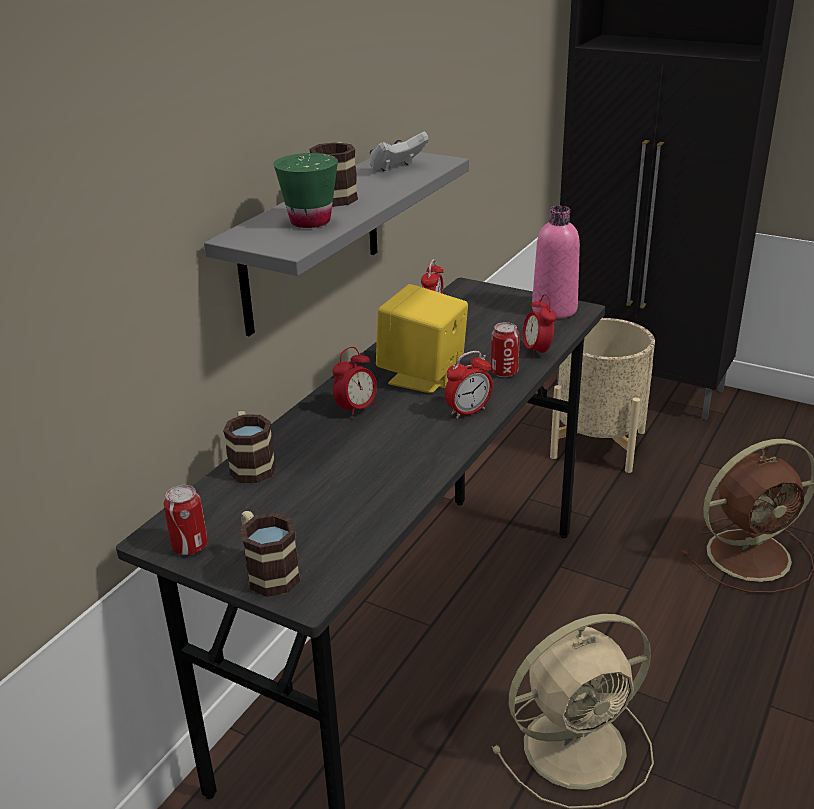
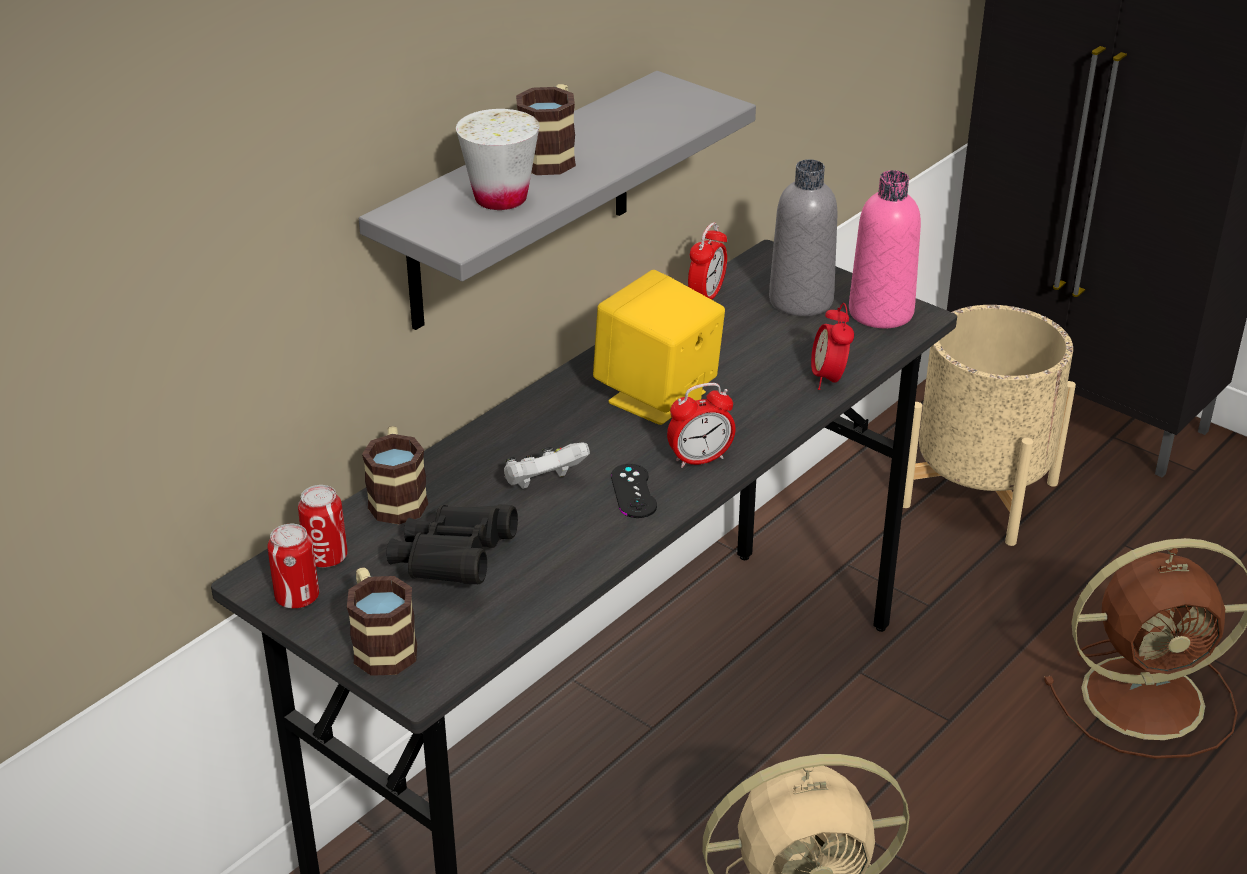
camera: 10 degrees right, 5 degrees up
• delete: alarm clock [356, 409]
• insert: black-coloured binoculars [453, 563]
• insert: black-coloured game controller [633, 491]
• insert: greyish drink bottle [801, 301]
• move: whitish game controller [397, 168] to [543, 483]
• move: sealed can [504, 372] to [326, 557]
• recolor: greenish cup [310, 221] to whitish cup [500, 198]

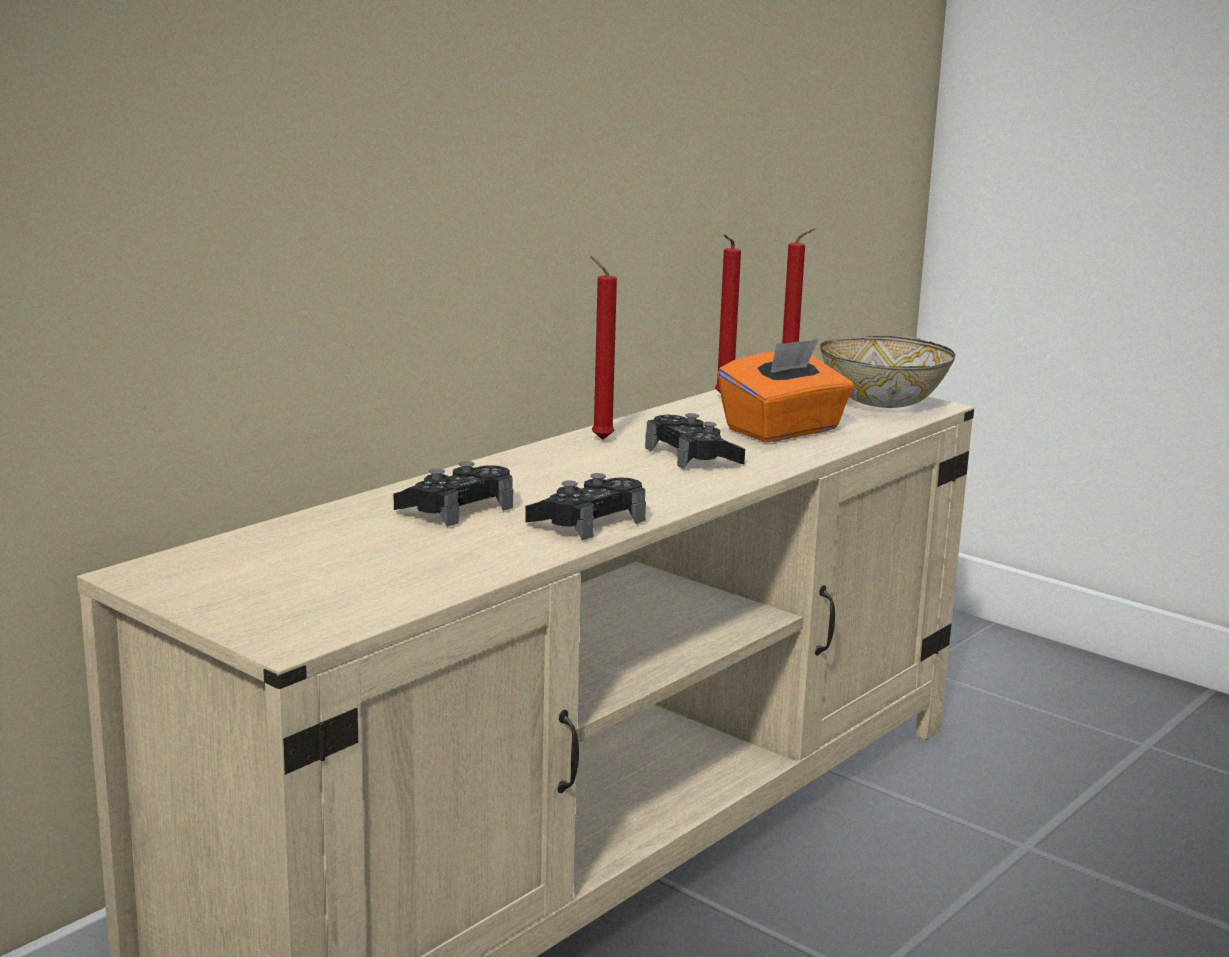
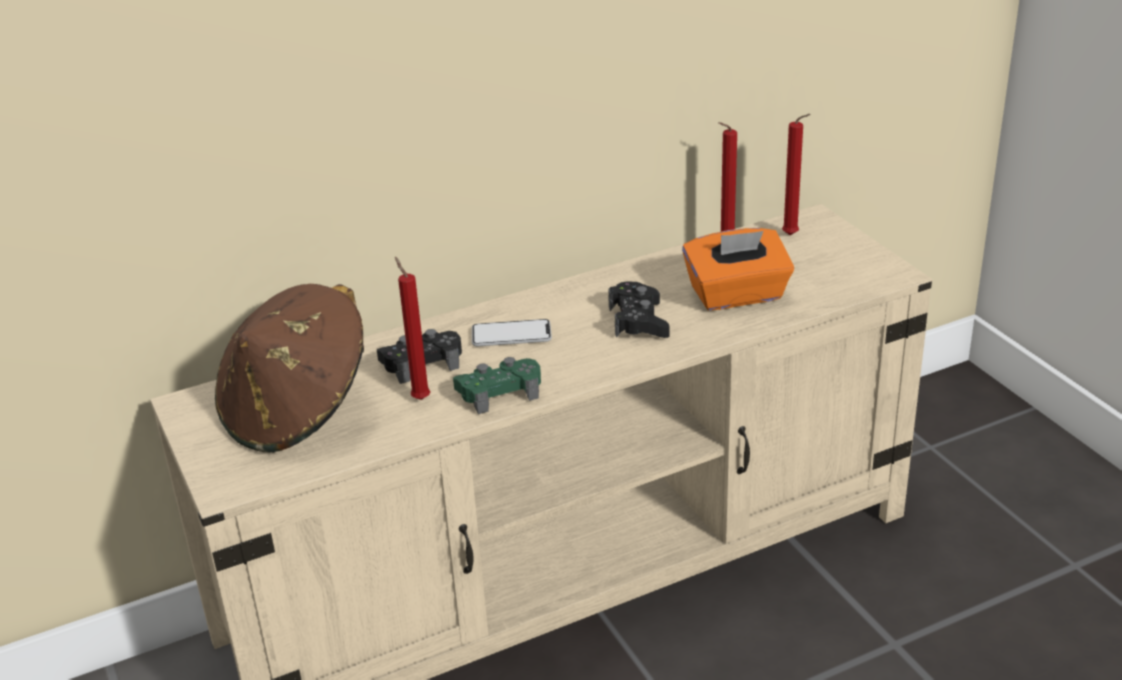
camera: 25 degrees right, 15 degrees up
• delete: bowl [884, 403]
• insert: brown-coloured hat [297, 411]
• insert: handset [511, 335]
• move: red-coloured candle [599, 439] to [419, 398]
• recolor: black-coloured game controller [588, 522] to greenish game controller [499, 392]

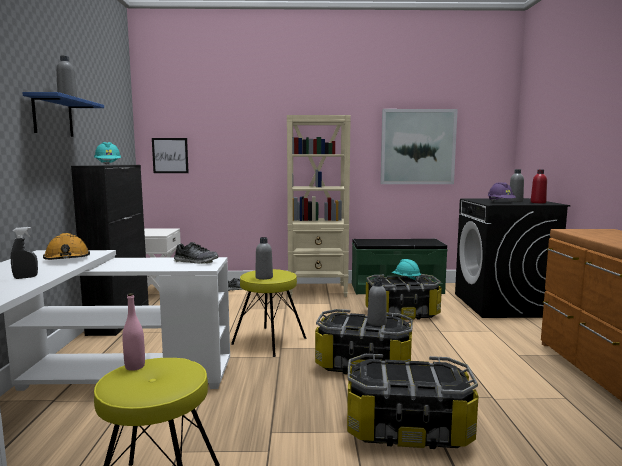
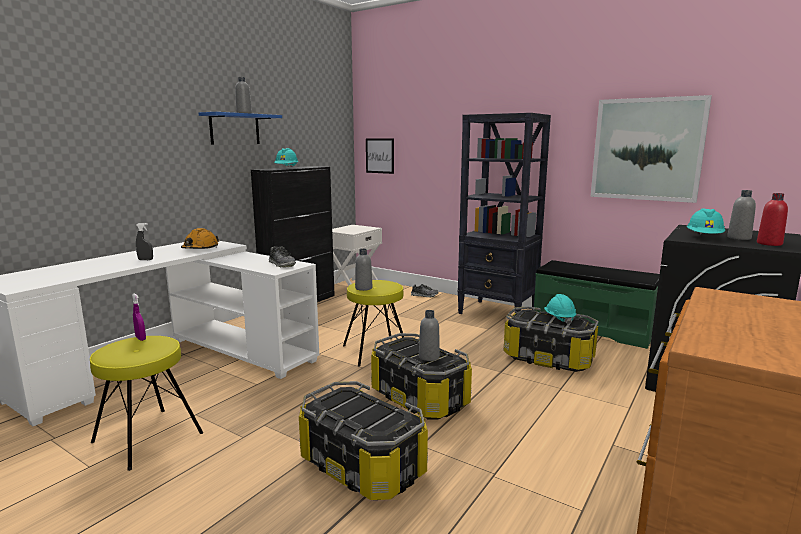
camera: 35 degrees right, 5 degrees up
• replace: pink-coloured drink bottle [135, 366] to purplish hand sprayer [140, 338]
• recolor: beige bookshelf [318, 290] to black-coloured bookshelf [498, 313]
• recolor: purplish hard hat [500, 202] to turquoise-coloured hard hat [704, 237]

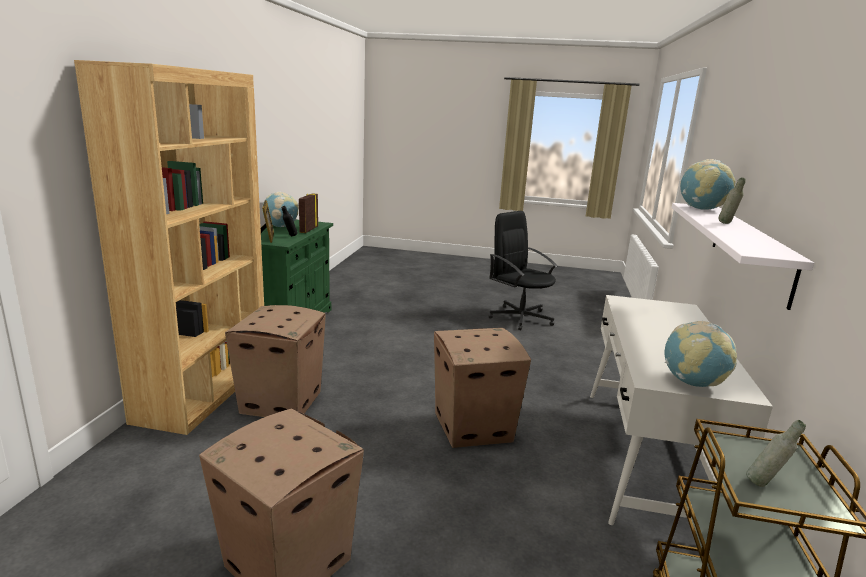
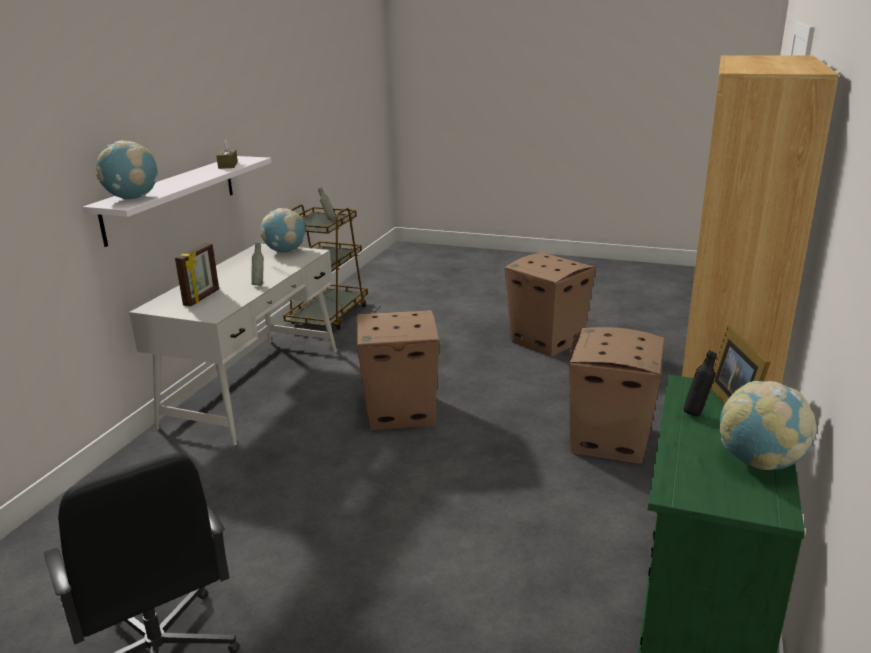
camera: 170 degrees left, 5 degrees up
• insert: brown-coloured tissue holder [228, 165]
• move: picture frame [308, 230] to [202, 298]
• move: greyish drink bottle [727, 224] to [259, 284]

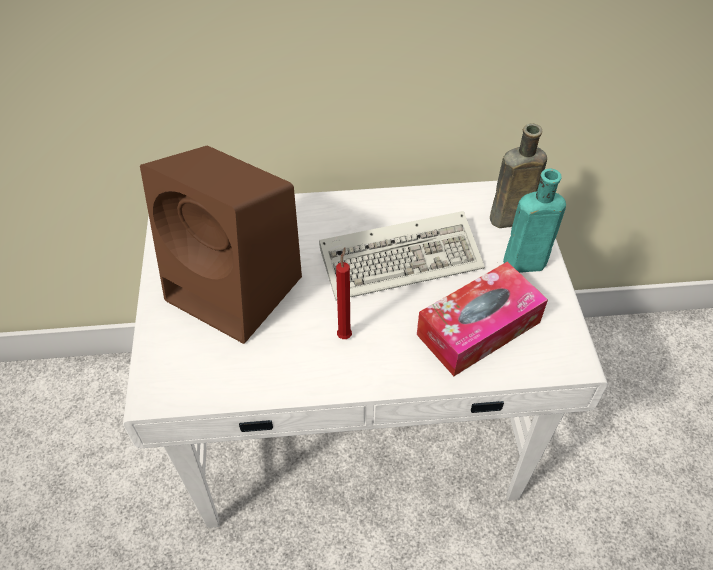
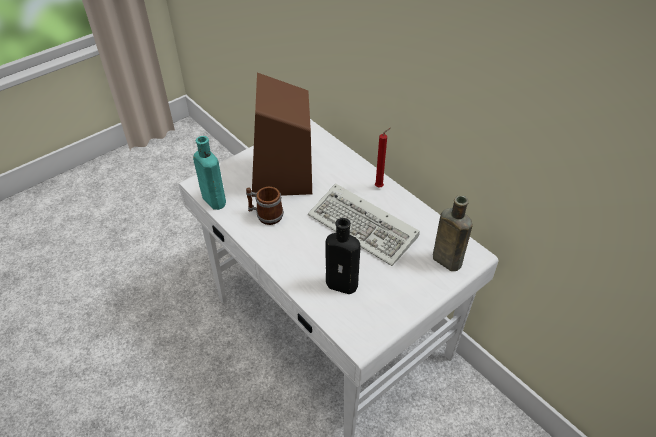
camera: 55 degrees right, 5 degrees down
• insert: mug [265, 215]
• move: red-coloured candle [345, 334] to [380, 186]
• move: turquoise-coloured drink bottle [521, 263] to [213, 199]
• replace: tissue holder [478, 328] to black-coloured drink bottle [344, 285]

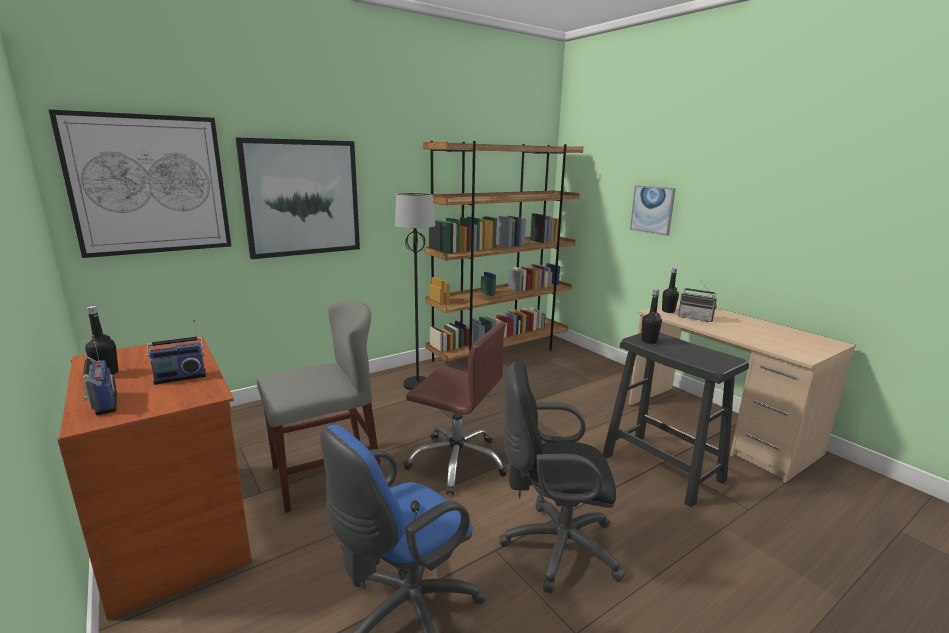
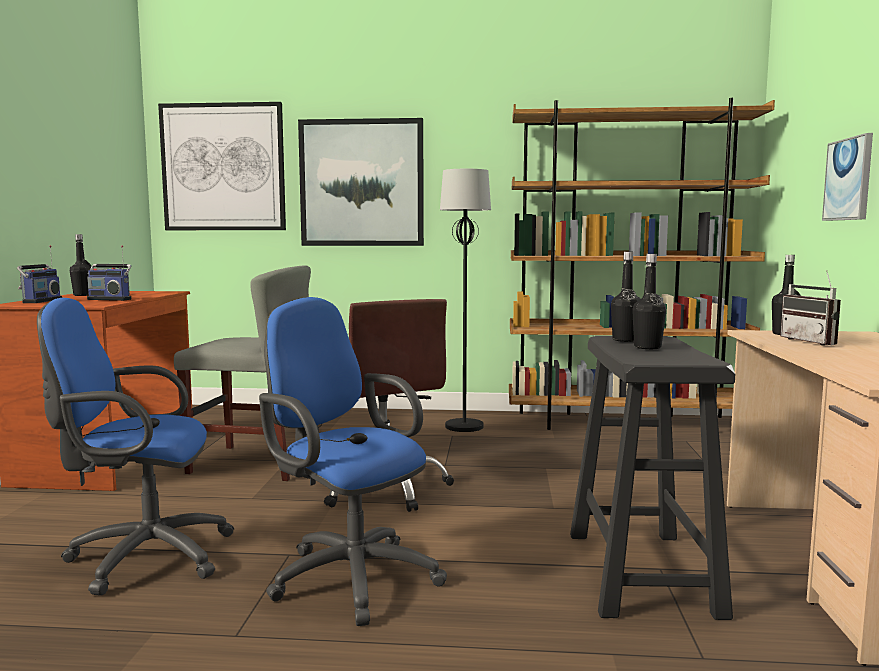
camera: 40 degrees right, 10 degrees down
• insert: black-coloured drink bottle [647, 347]
• recolor: black-coloured computer chair [554, 547] to bluish computer chair [348, 575]

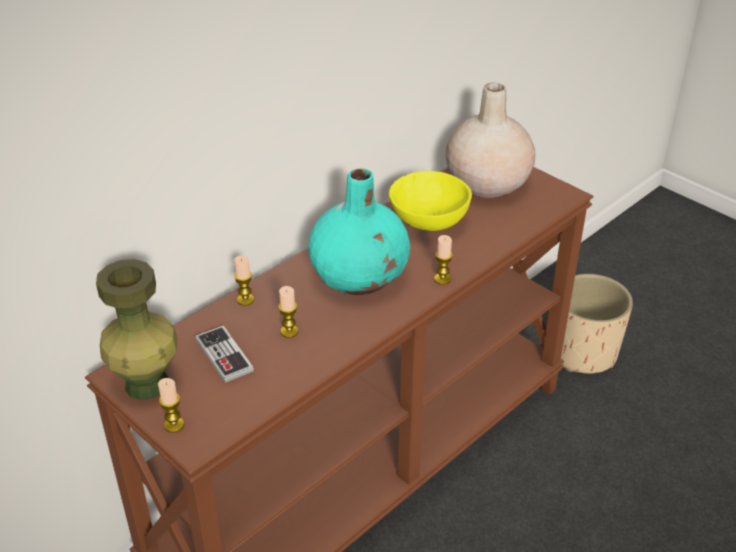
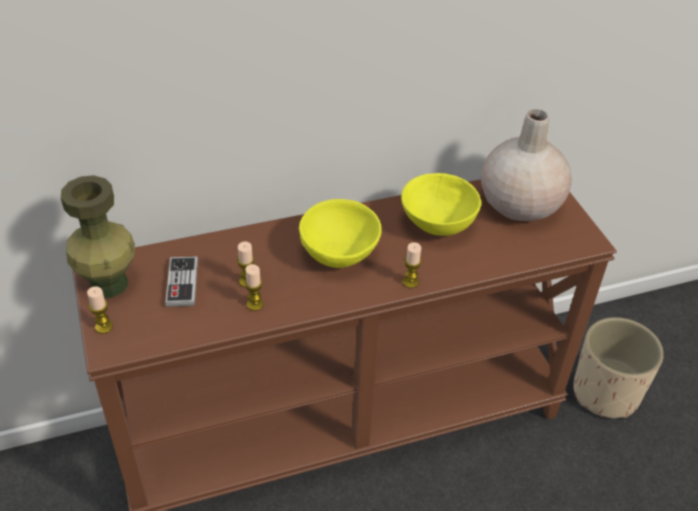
camera: 25 degrees right, 5 degrees up
• move: candle [245, 300] to [255, 304]
• replace: turquoise-coloured flower vase [360, 277] to yellow bowl [340, 254]

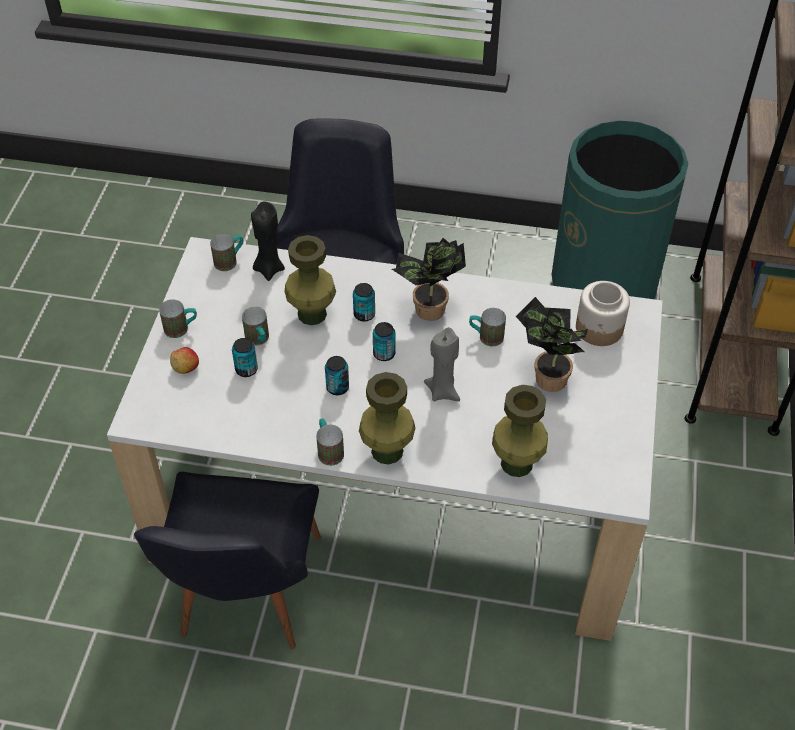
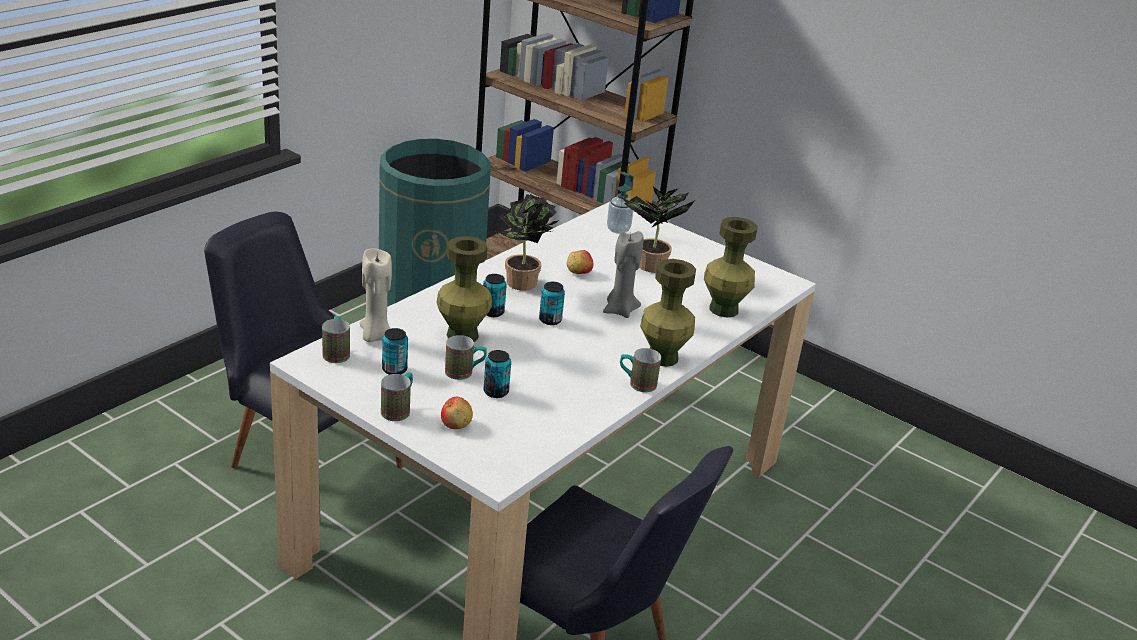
camera: 65 degrees left, 20 degrees down
• move: sealed can [337, 387] to [394, 369]
• replace: mug [486, 337] to apple [578, 272]
• replace: preserve jar [599, 329] to soap dispenser [618, 229]
• recolor: black-coloured candle [269, 269] to beige candle [375, 336]

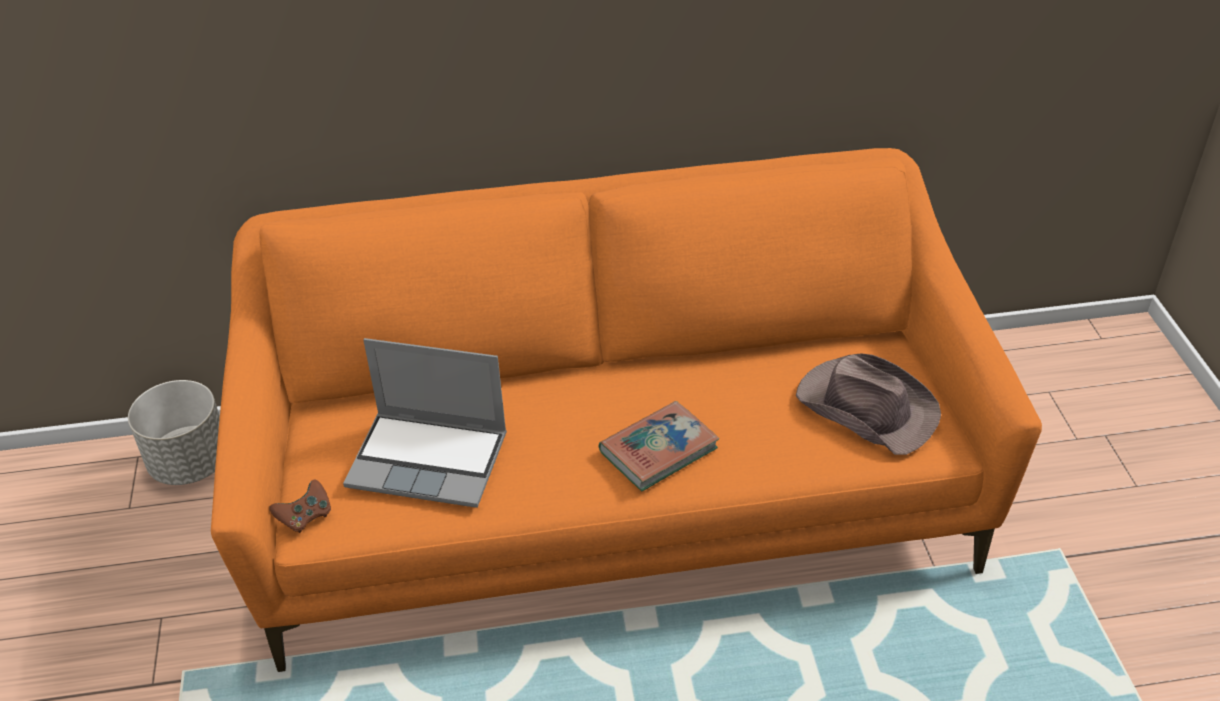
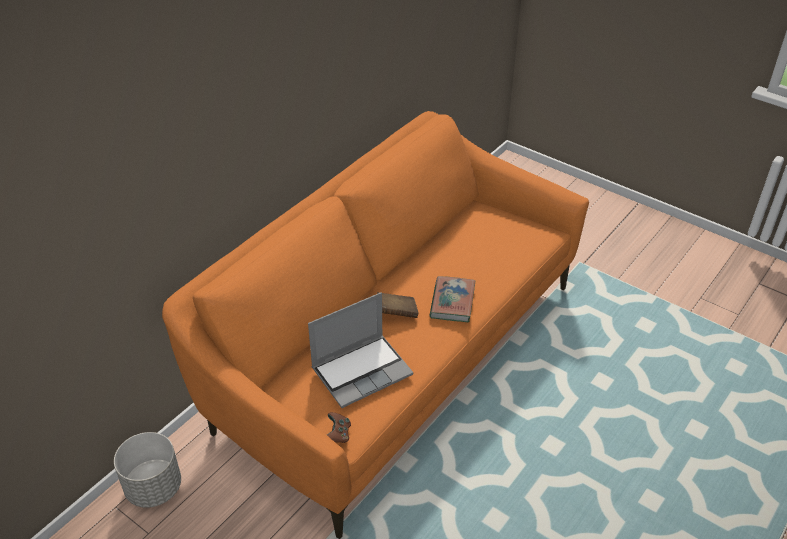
camera: 45 degrees left, 0 degrees up
• delete: brown-coloured hat [865, 406]
• insert: brown-coloured volume [396, 313]

